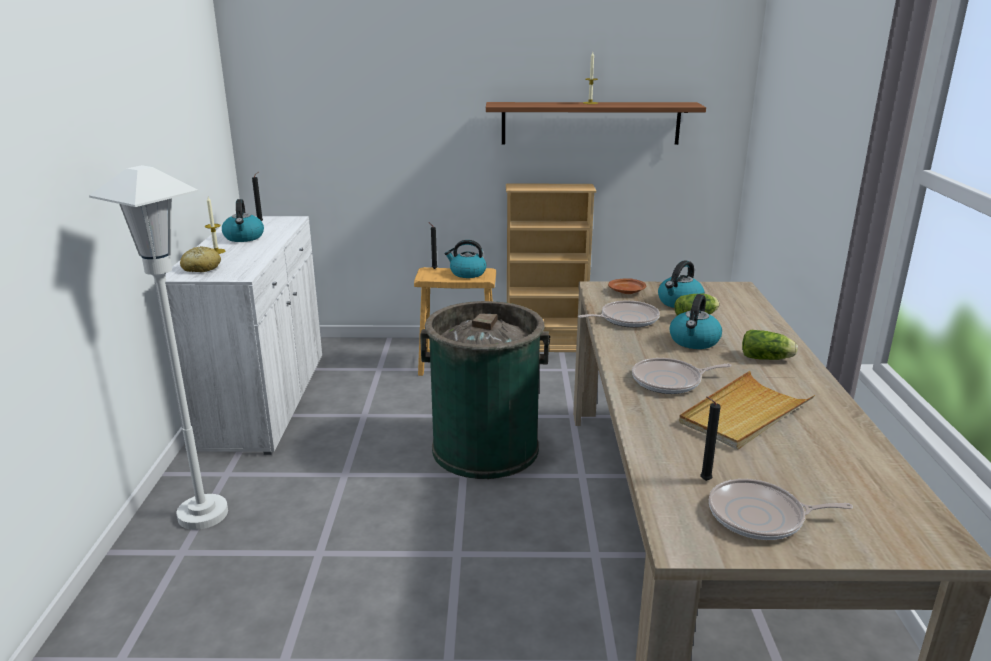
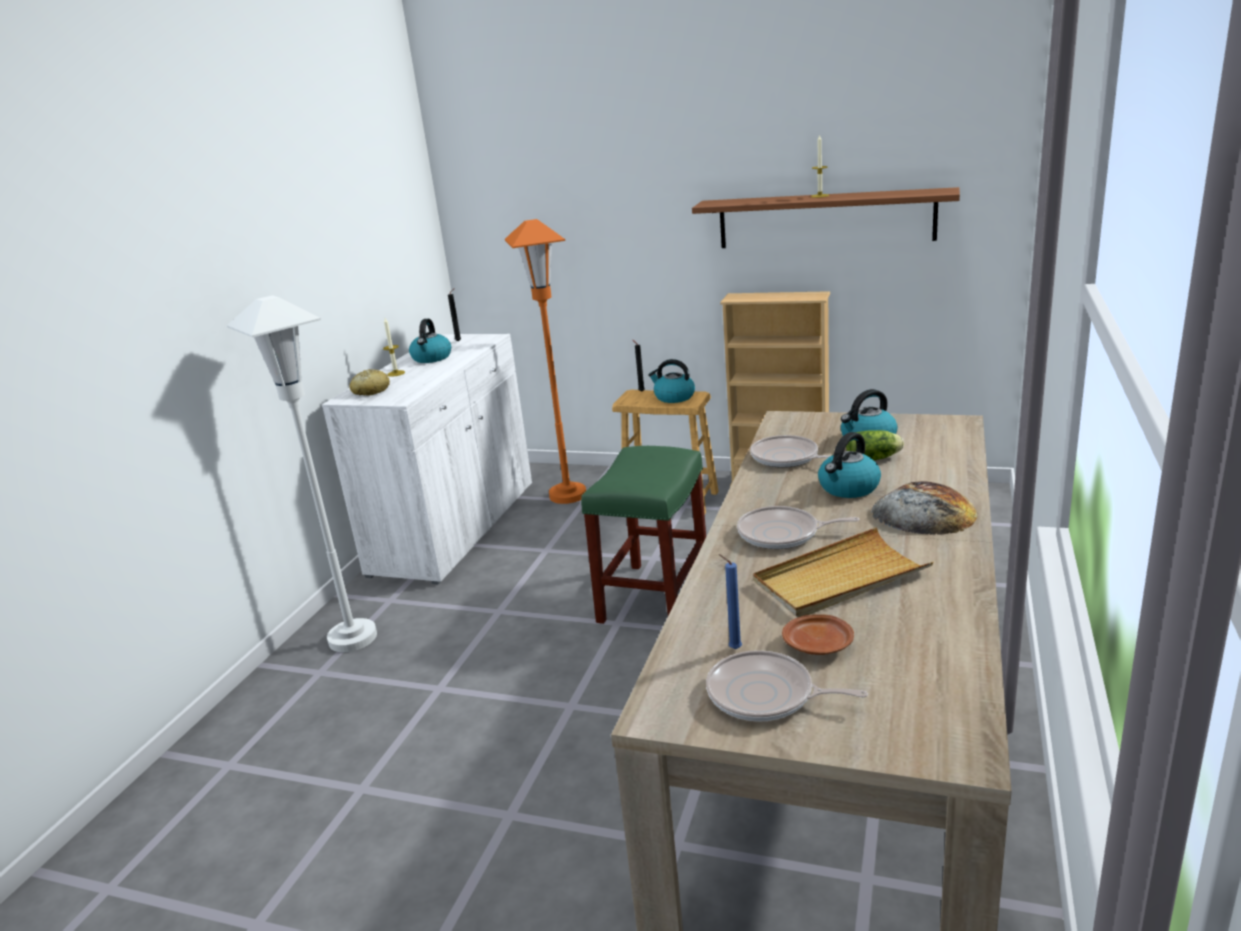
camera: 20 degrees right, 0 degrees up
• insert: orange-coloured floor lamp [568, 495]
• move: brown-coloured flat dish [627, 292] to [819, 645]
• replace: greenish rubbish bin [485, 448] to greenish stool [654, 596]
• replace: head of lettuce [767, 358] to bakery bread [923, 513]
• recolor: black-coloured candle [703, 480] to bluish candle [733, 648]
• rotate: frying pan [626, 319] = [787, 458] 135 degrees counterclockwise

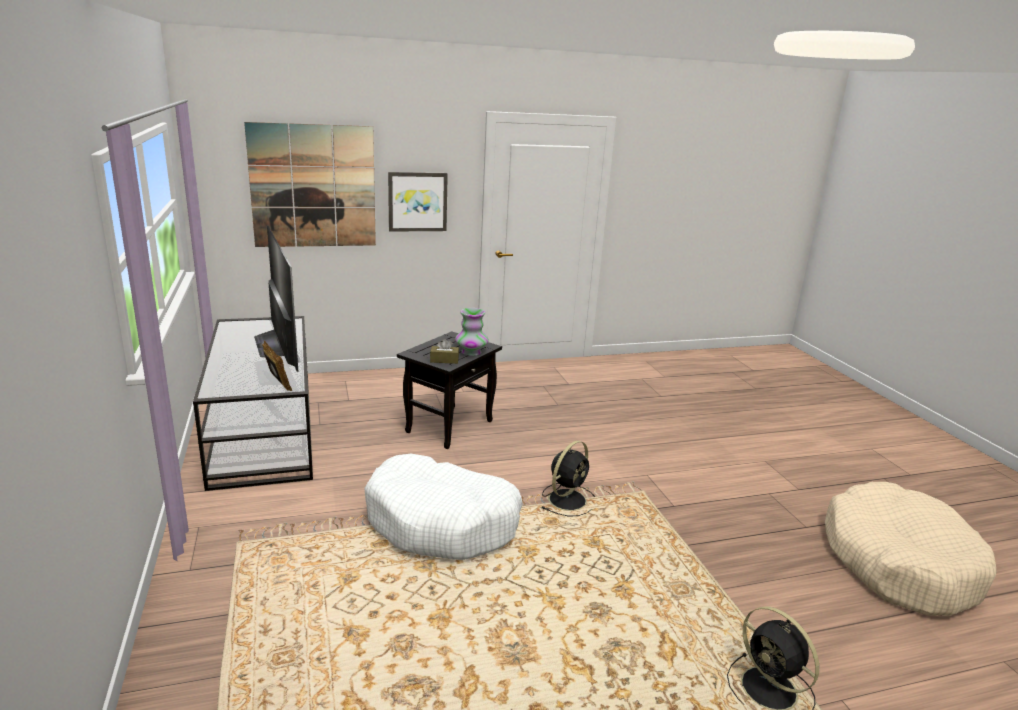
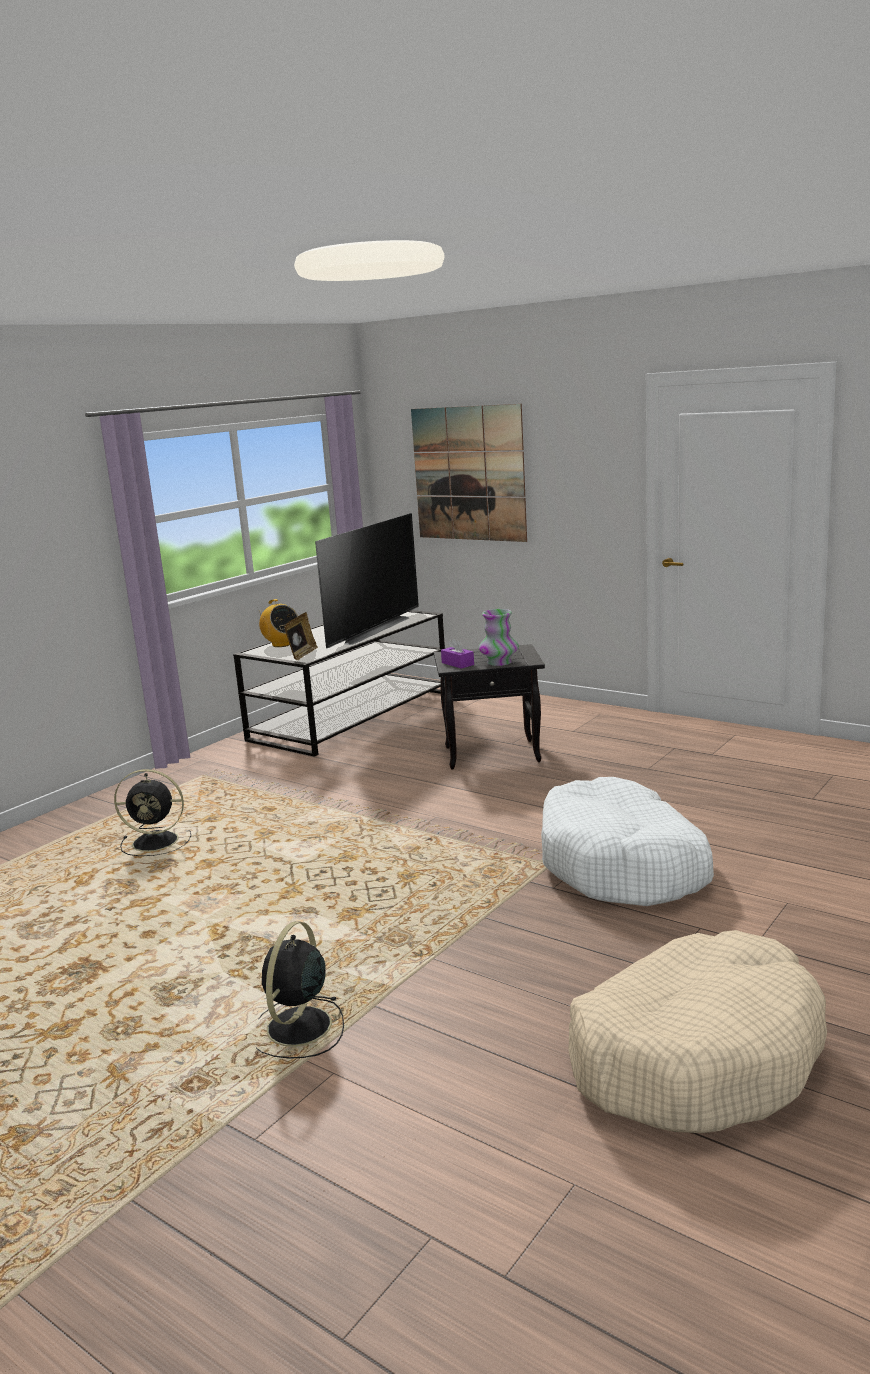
camera: 55 degrees right, 5 degrees down
• delete: picture [417, 201]
• insert: radio set [281, 644]
• move: whitish pet bed [442, 522] to [623, 865]
• move: black-coloured electric fan [568, 499] to [157, 842]
• recolor: brown-coloured tissue holder [444, 360] to purplish tissue holder [457, 664]

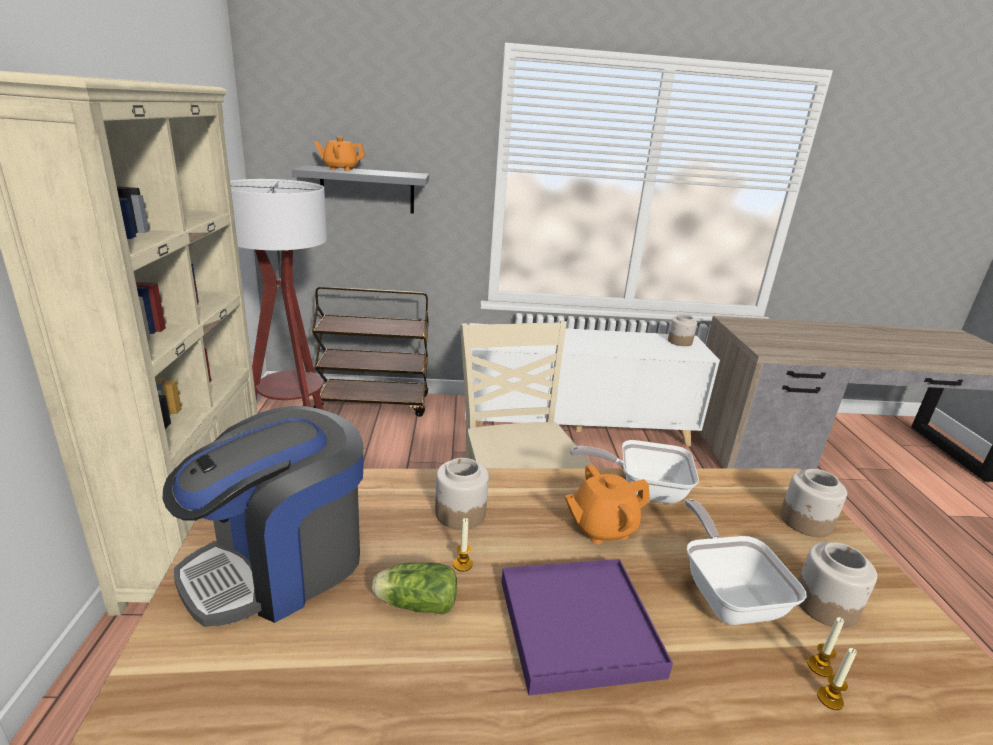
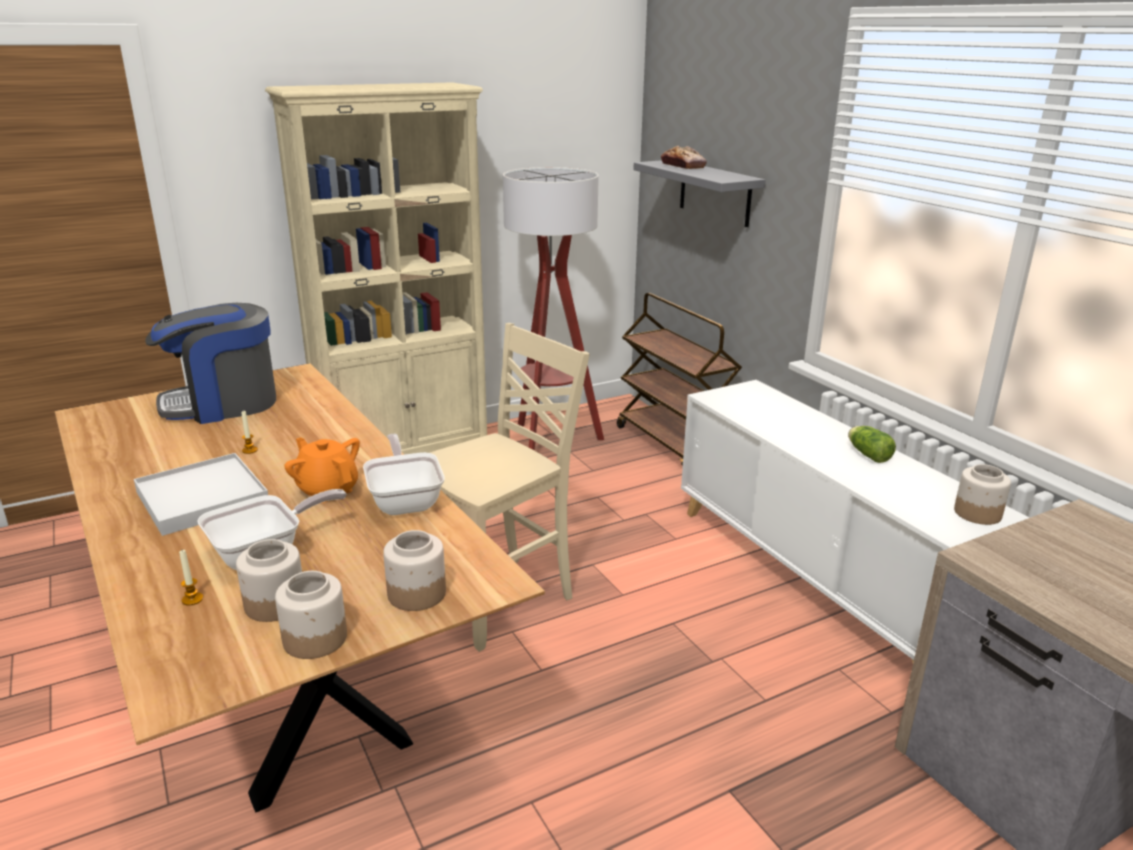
camera: 65 degrees right, 0 degrees up
• delete: candle [829, 699]
• move: head of lettuce [414, 603] to [867, 454]
• move: preserve jar [460, 512] to [316, 638]
• replace: orange-coloured teapot [340, 169] to bakery bread [683, 166]
• recolor: purplish serving tray [577, 627] to whitish serving tray [202, 498]
• rotate: coffee maker [281, 564] = [222, 404] 45 degrees counterclockwise

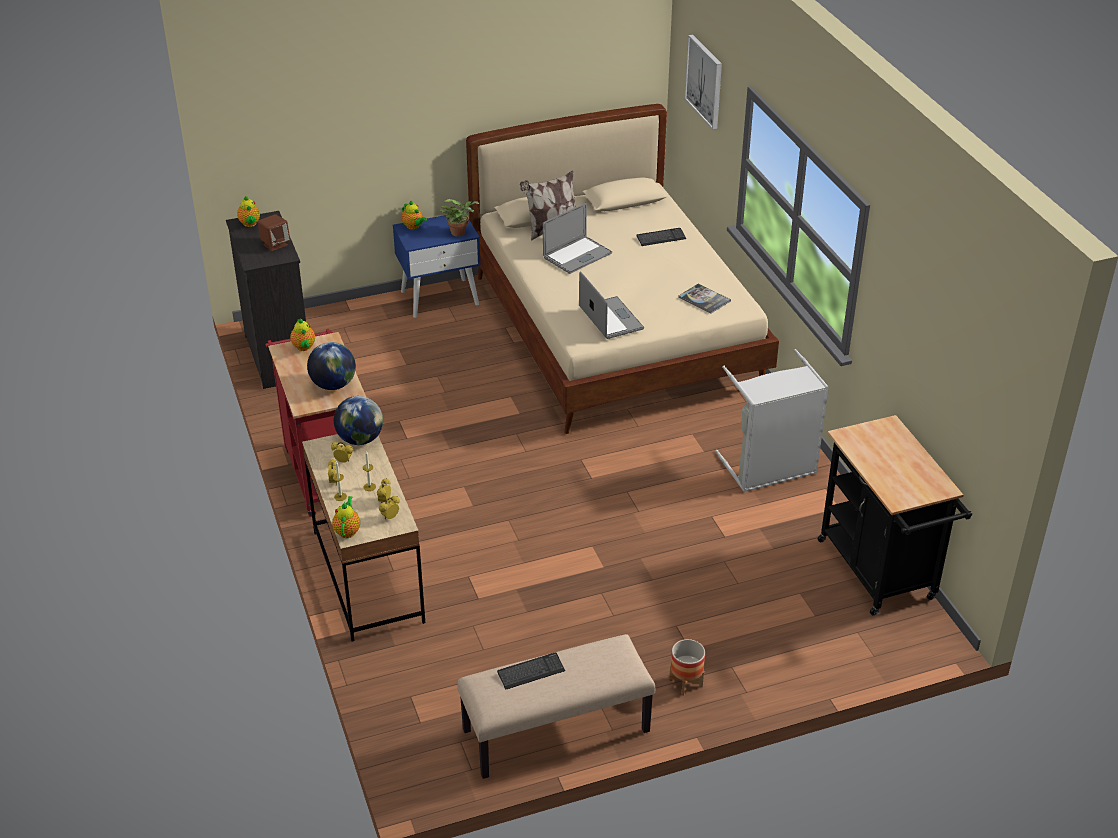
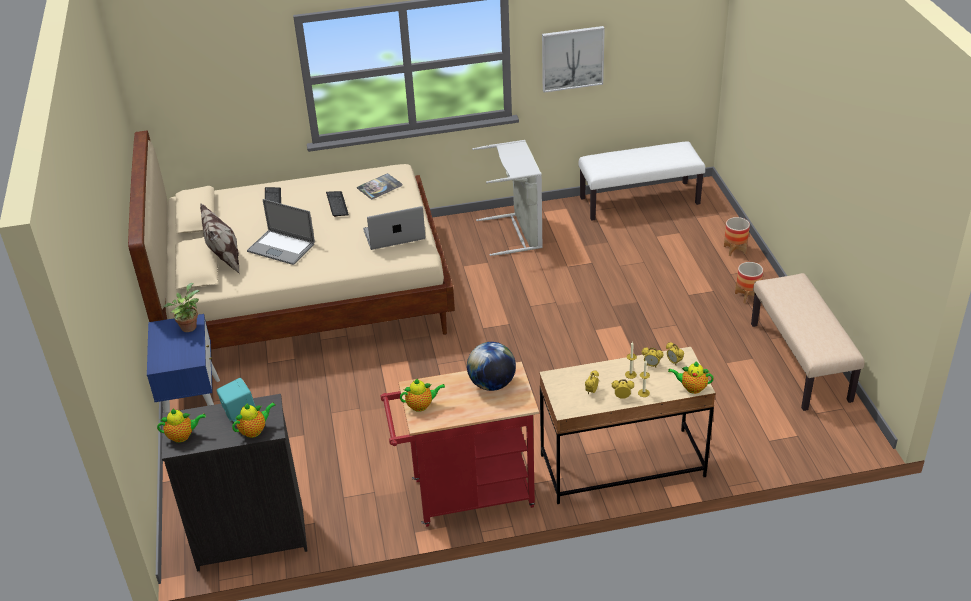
camera: 80 degrees left, 0 degrees up
• delete: world globe [360, 439]
• insert: planter [734, 250]
• move: teapot [413, 226] to [255, 431]
• move: keyboard [531, 672] to [337, 204]
• move: picture [705, 81] to [572, 58]
• replace: black-coloured trolley [880, 575] to whitish long seat [639, 201]
• recolor: brown-coloured audio speaker [275, 244] to turquoise-coloured audio speaker [239, 413]
• rotate: notebook computer [577, 255] = [281, 247] 150 degrees clockwise

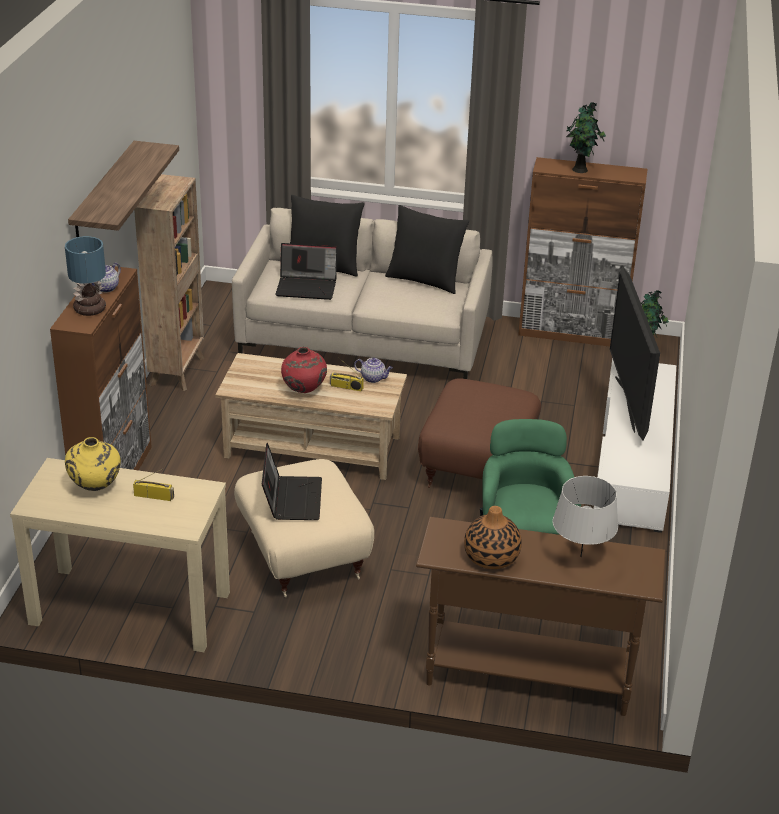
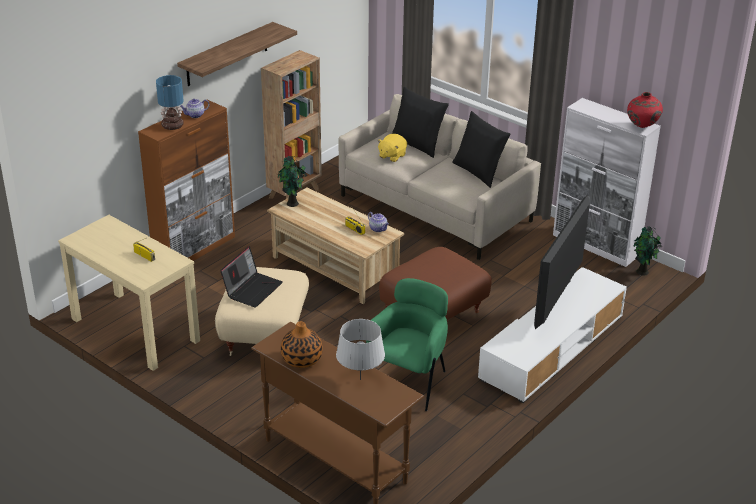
camera: 30 degrees right, 0 degrees up
• delete: yellow flower vase [95, 487]
• move: red-coloured flower vase [304, 391] to [642, 127]
• move: potted plant [581, 170] to [292, 204]
• replace: notebook computer [307, 287] to yellow cuddly toy [392, 156]
• recolor: brown-coloured cupboard [572, 333] to whitish cupboard [596, 245]

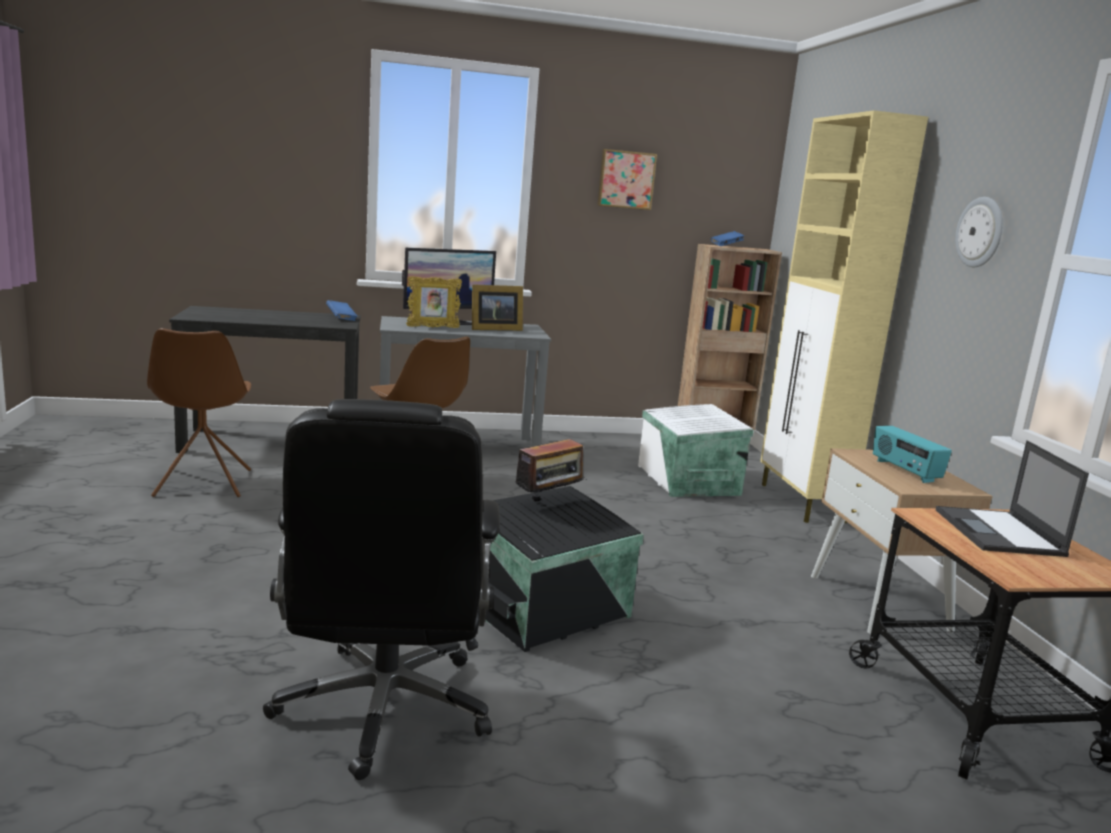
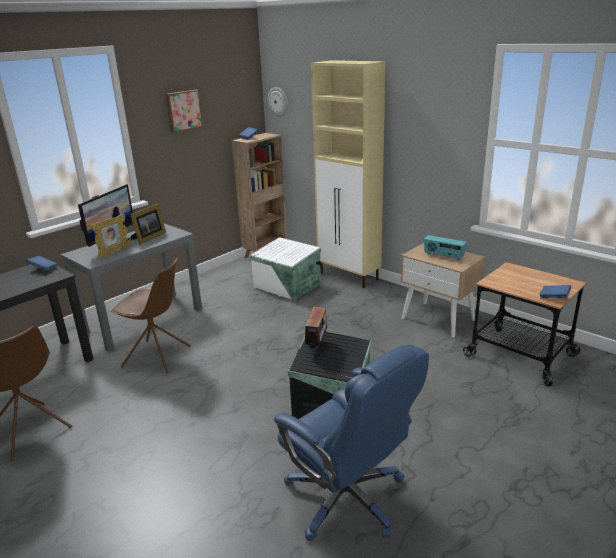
camera: 35 degrees left, 10 degrees up
• delete: notebook computer [999, 533]
• insert: bluish volume [554, 298]
• move: hanging clock [980, 232] to [278, 101]
• recolor: black-coloured computer chair [384, 709] to bluish computer chair [348, 498]

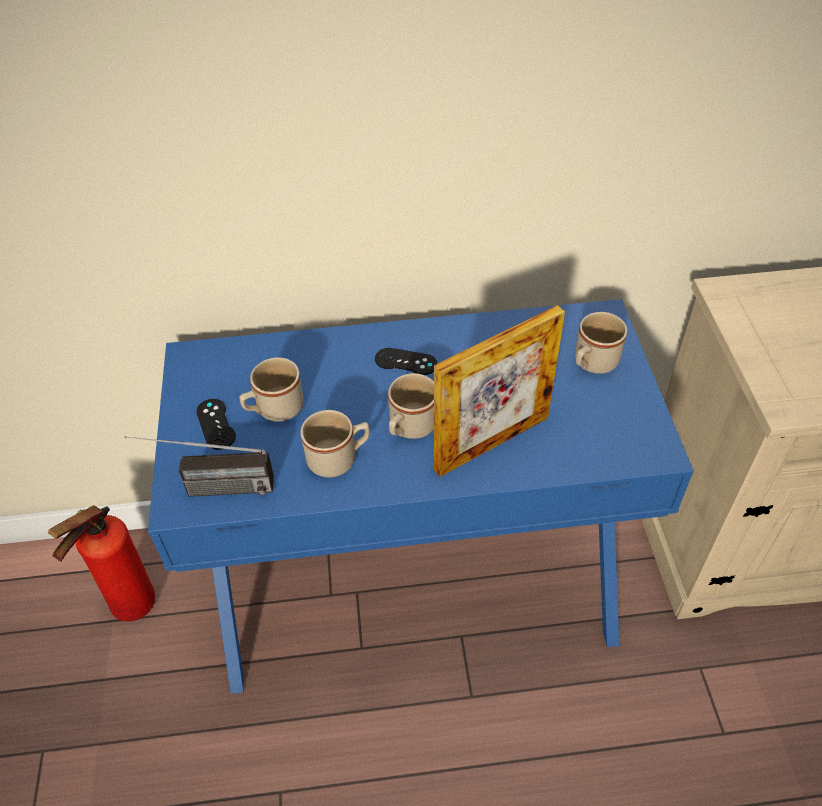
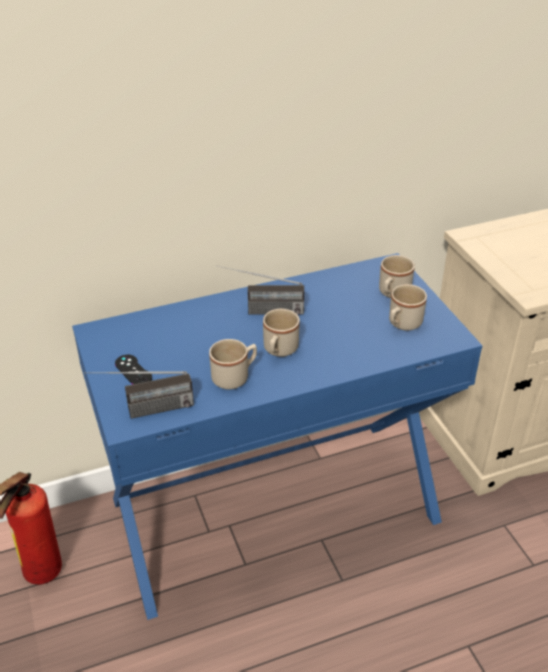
camera: 15 degrees left, 10 degrees down
• delete: picture frame [492, 443]
• move: beige mug [274, 410] to [402, 324]
• replace: black-coloured game controller [406, 362] to radio set [260, 311]

